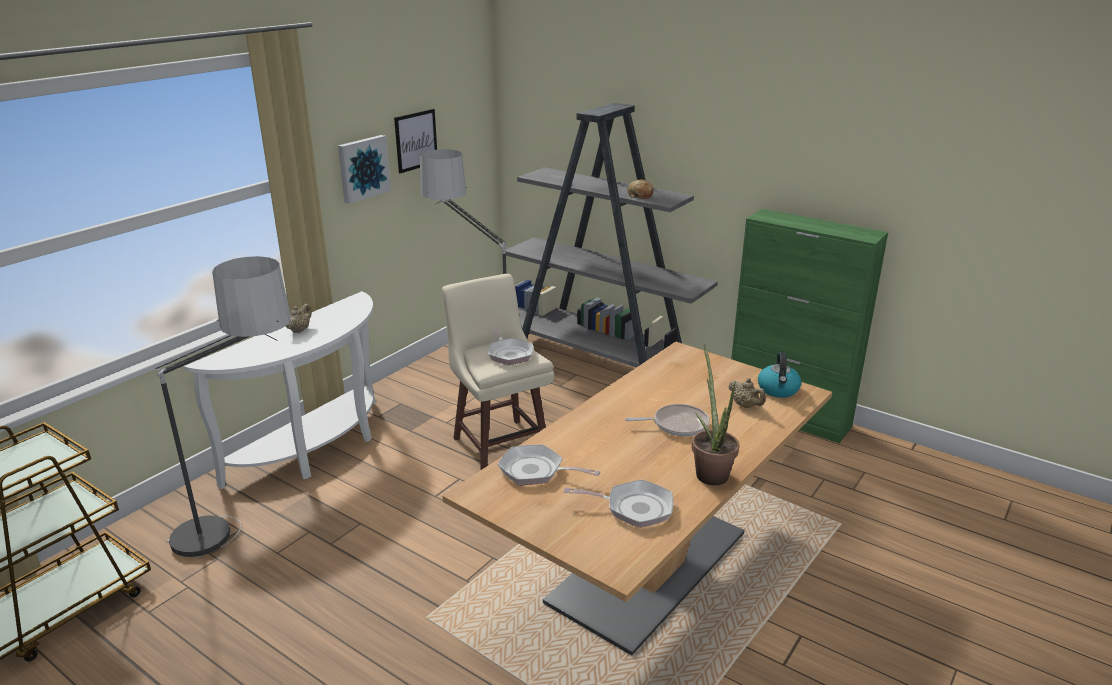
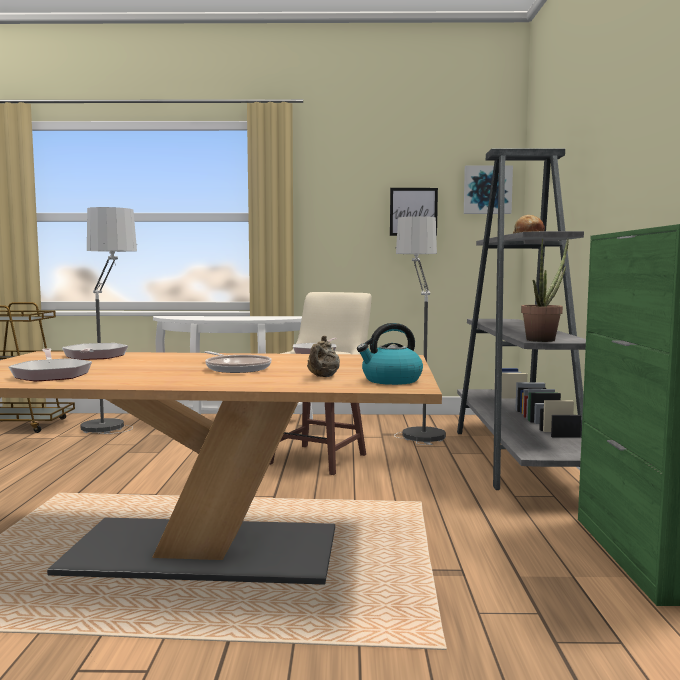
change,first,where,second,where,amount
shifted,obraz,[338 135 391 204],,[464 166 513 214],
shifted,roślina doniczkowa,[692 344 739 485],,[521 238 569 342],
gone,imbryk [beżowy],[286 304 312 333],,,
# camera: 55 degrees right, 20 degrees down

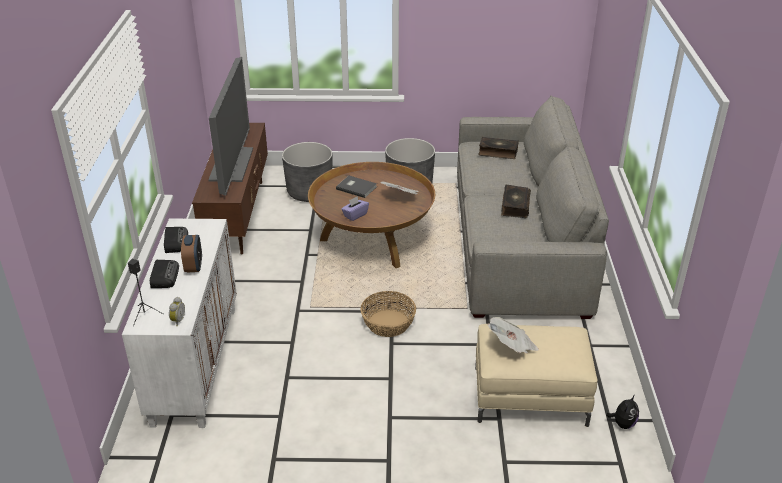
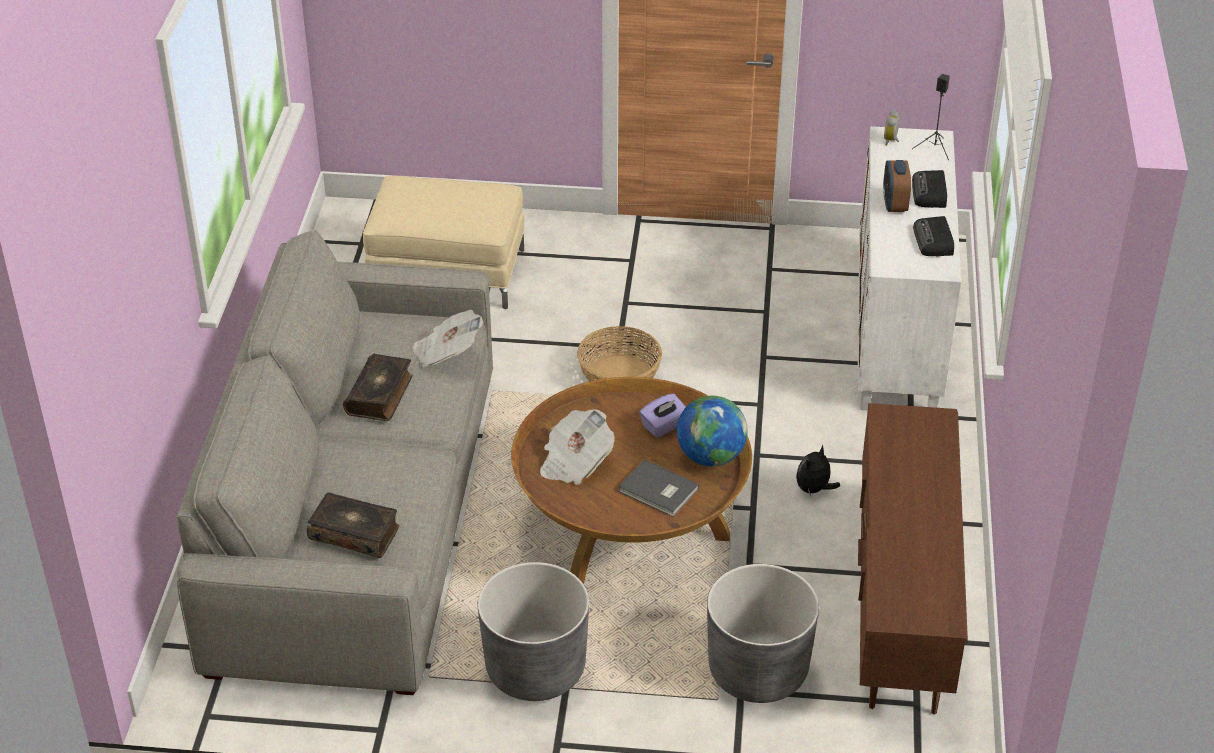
change,first,where,second,where,amount
shifted,gazeta,[487 317 539 353],,[412 310 483 368],
new,,,globus,[677 396 748 466],
shifted,pluszak,[606 395 639 429],,[796 445 840 497],
gone,telewizor,[208 57 253 196],,,
# camera: 175 degrees left, 5 degrees up

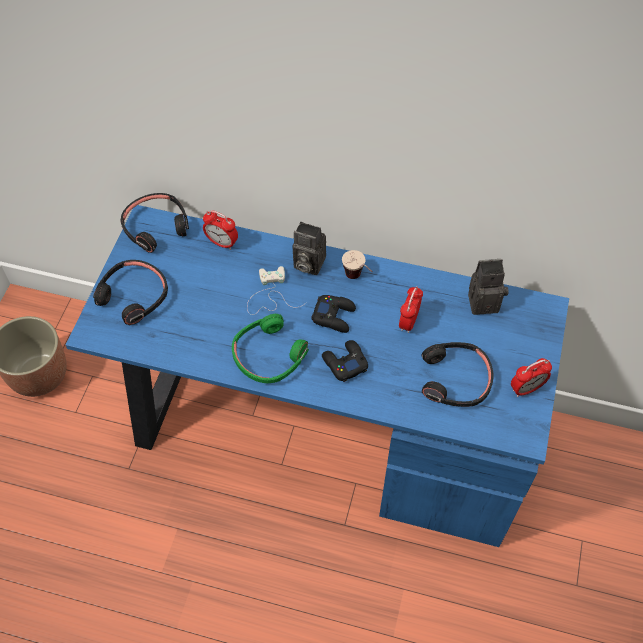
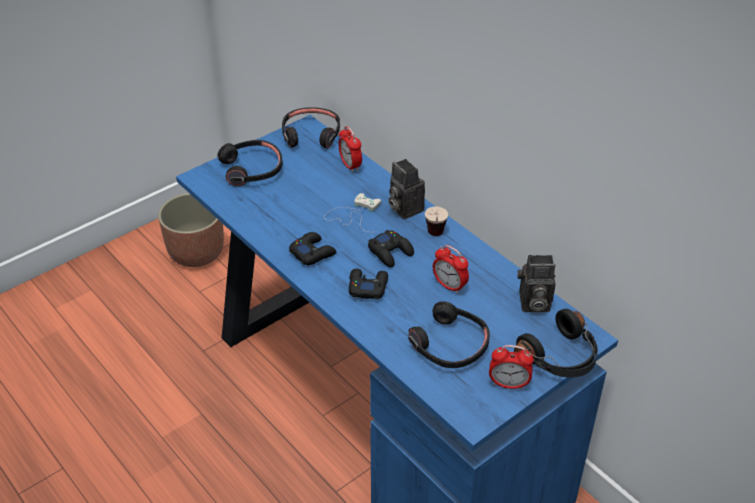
change,first,where,second,where,amount
swapped,słuchawki [zielony],[232 314 309 383],pad do gier [czarny],[289 232 336 265],
rotated,budzik,[399 286 423 333],,[432 245 469 294],105 degrees counterclockwise
new,,,słuchawki [czarny],[514 309 598 378],
rotated,aparat fotograficzny,[468 259 508 315],,[518 255 555 312],150 degrees clockwise
# camera: 35 degrees right, 15 degrees down

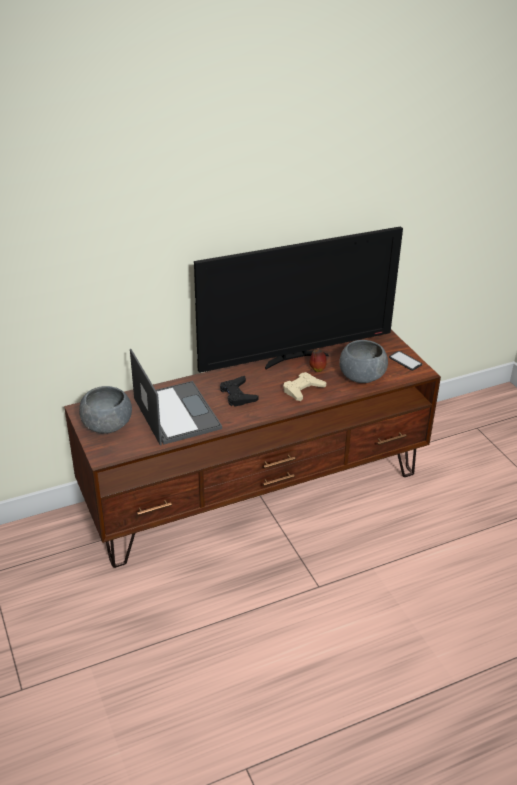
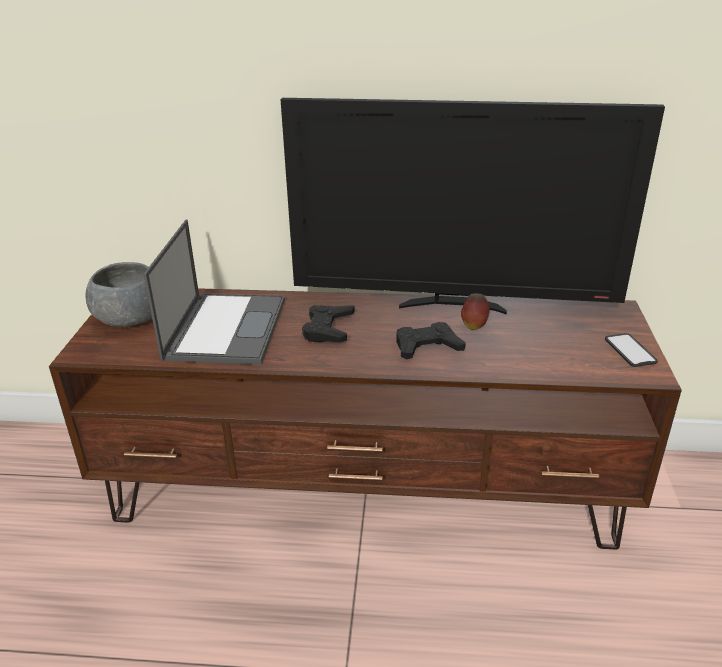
change,first,where,second,where,amount
repainted,pad do gier [beżowy],[283 372 326 401],pad do gier [czarny],[396 322 466 360],
gone,miska [szary],[339 340 388 383],,,
# camera: 30 degrees right, 5 degrees down

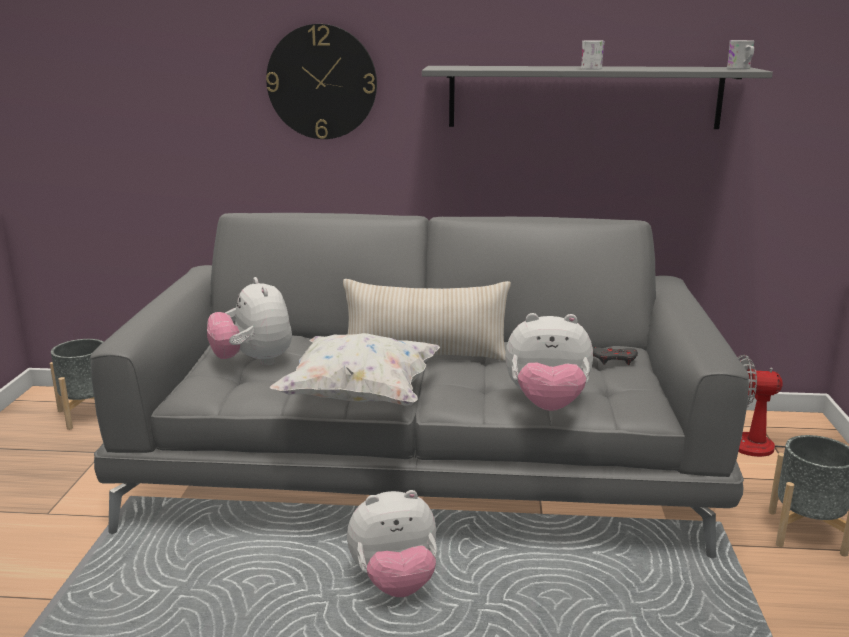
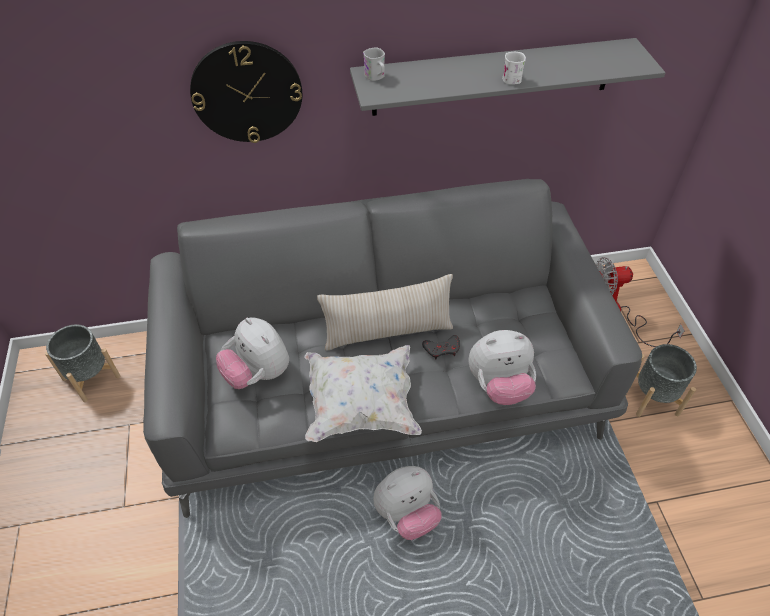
change,first,where,second,where,amount
shifted,kubek [biały],[727 40 754 69],,[363 47 385 81],
shifted,pad do gier [szary],[593 348 638 365],,[422 335 460 360],
# camera: 15 degrees left, 30 degrees up

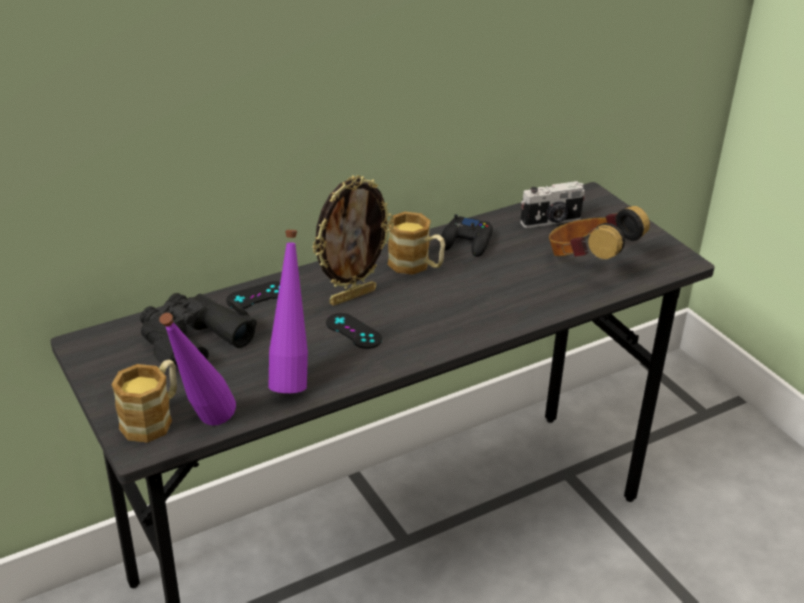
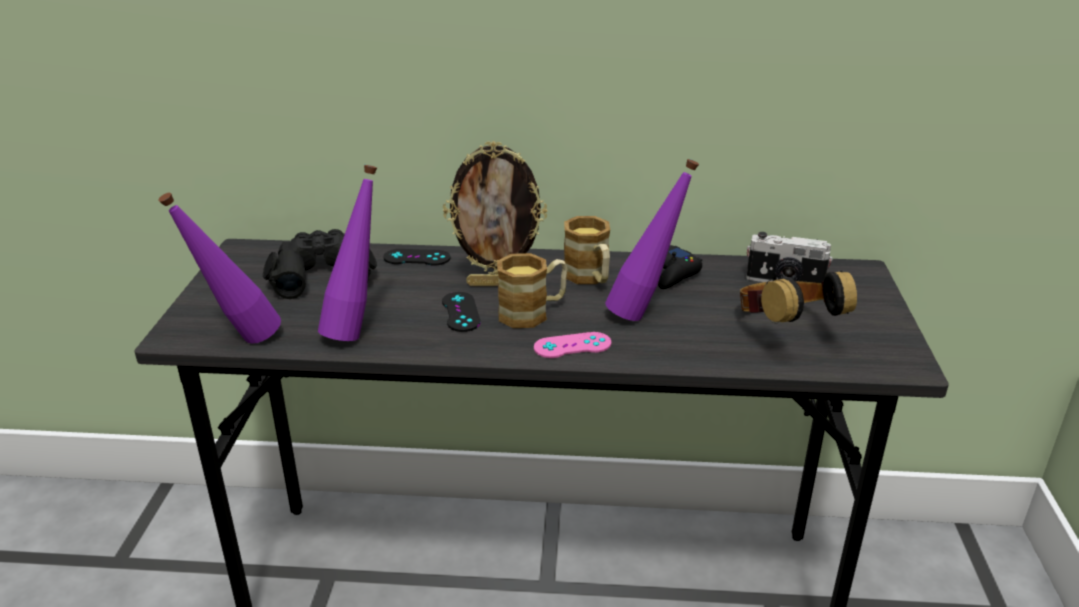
change,first,where,second,where,amount
shifted,kubek,[111 360 177 443],,[497 253 568 328],
new,,,pad do gier [różowy],[534 332 611 358],
new,,,butelka [fioletowy],[605 159 699 321],
# camera: 35 degrees right, 5 degrees down

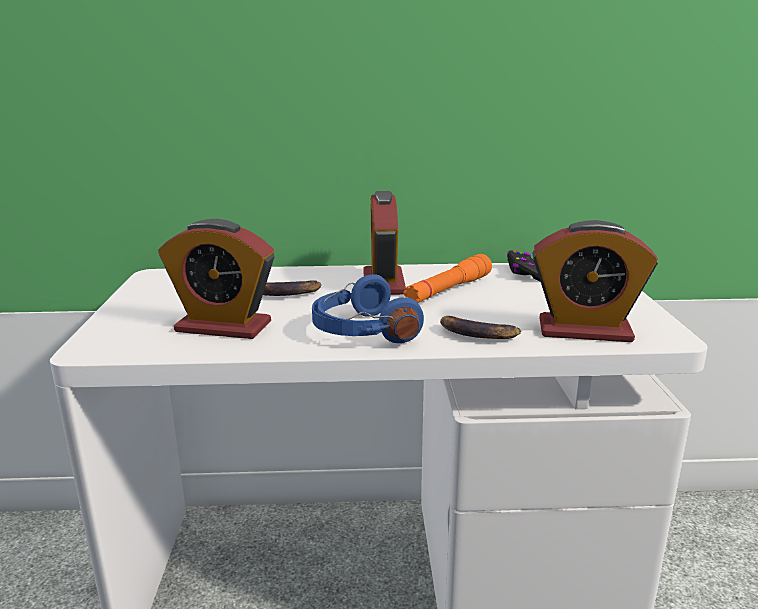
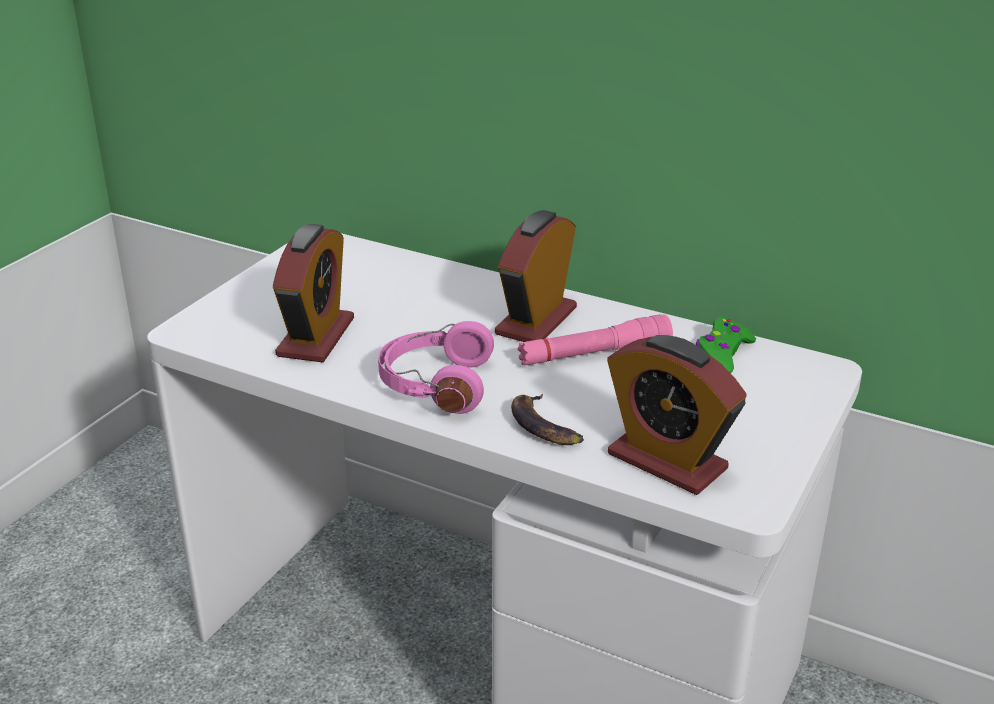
change,first,where,second,where,amount
rotated,budzik,[158 219 275 339],,[273 224 354 362],120 degrees counterclockwise
repainted,słuchawki [niebieski],[312 274 424 343],słuchawki [różowy],[378 321 494 414],
repainted,latarka [pomarańczowy],[403 254 492 303],latarka [różowy],[518 314 673 365],
repainted,pad do gier [czarny],[507 250 540 281],pad do gier [zielony],[696 317 756 373],
gone,banan,[263 280 322 296],,,
# camera: 30 degrees right, 10 degrees up

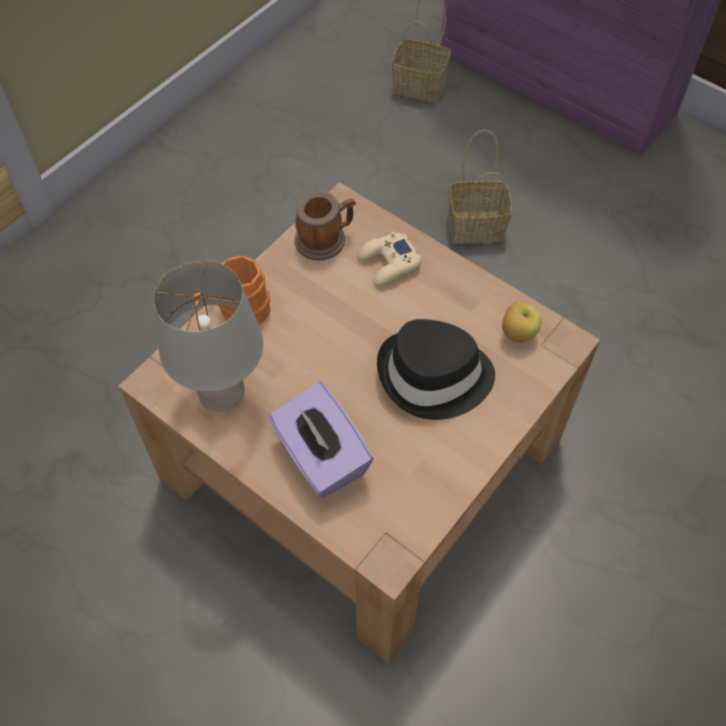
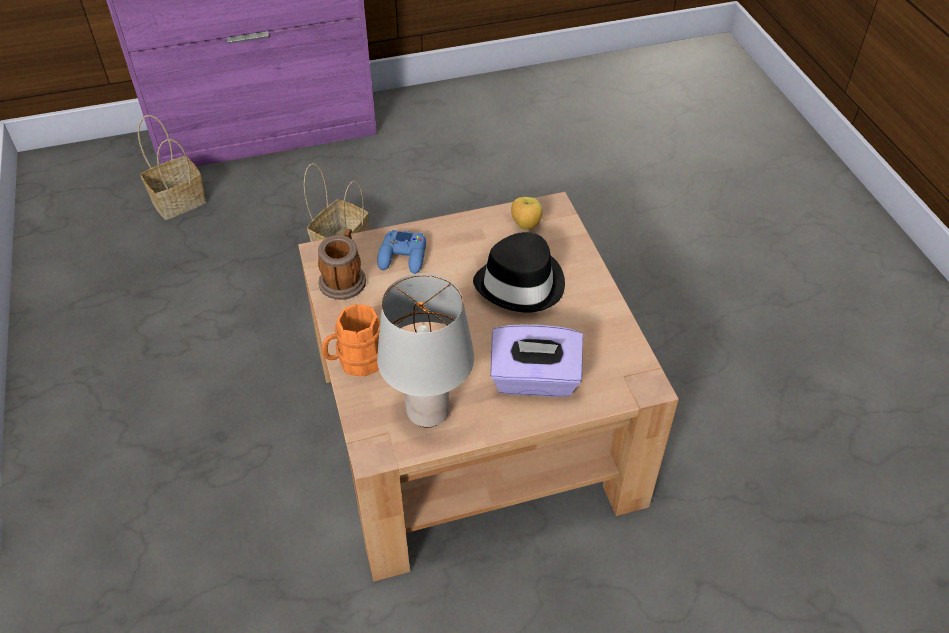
change,first,where,second,where,amount
repainted,pad do gier [beżowy],[357 231 422 287],pad do gier [niebieski],[377 230 426 274],
# camera: 55 degrees left, 10 degrees down

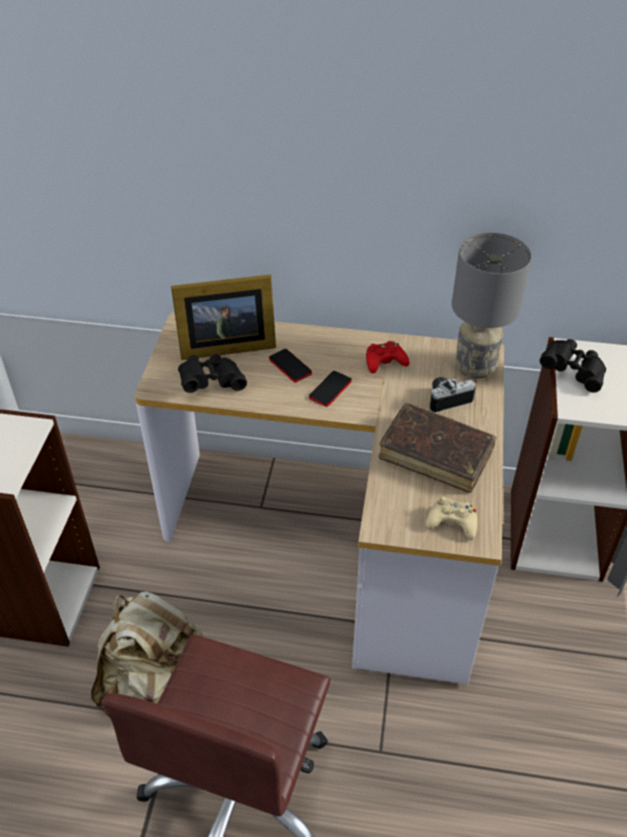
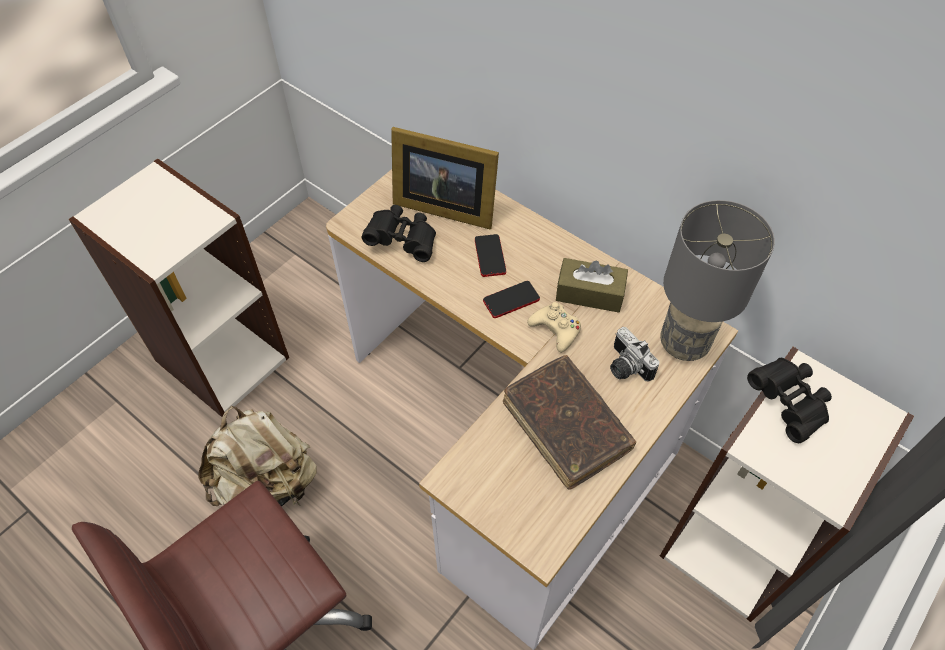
change,first,where,second,where,amount
shifted,pad do gier [beżowy],[425 497 477 540],,[527 302 581 353],
swapped,pad do gier [czerwony],[366 341 409 373],pudełko chusteczek [brązowy],[556 258 628 313],
rotated,aparat fotograficzny,[430 377 476 413],,[610 327 659 381],135 degrees counterclockwise
# camera: 30 degrees right, 10 degrees up

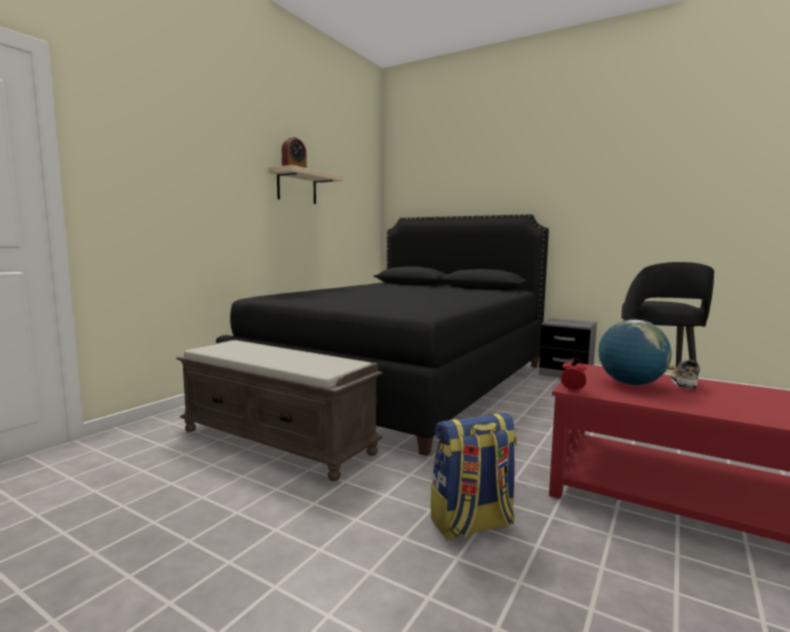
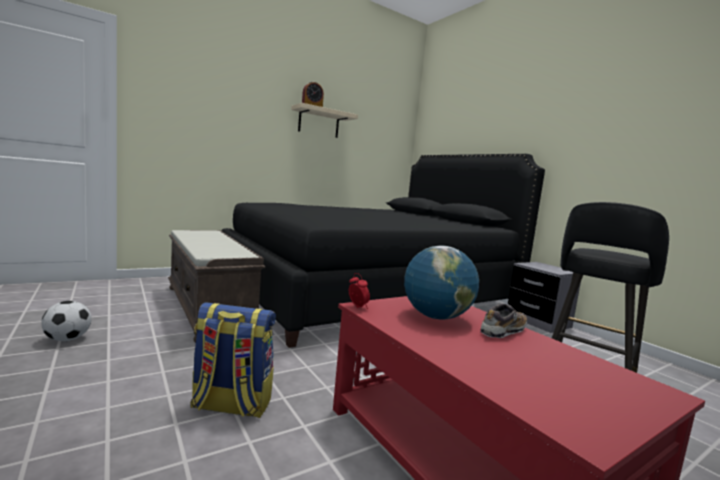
change,first,where,second,where,amount
new,,,piłka futbolowa,[41 301 91 341],
# camera: 25 degrees right, 0 degrees up

